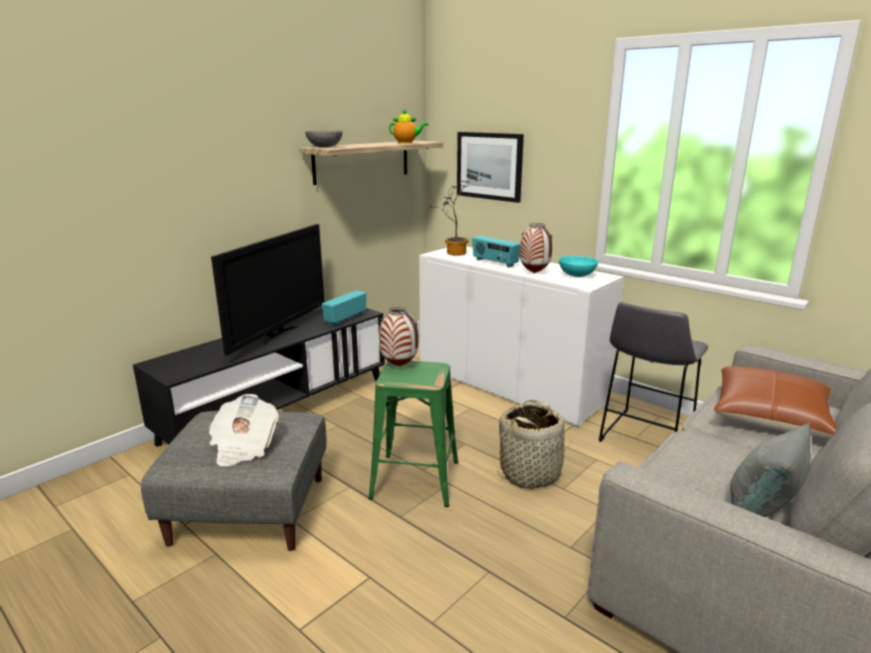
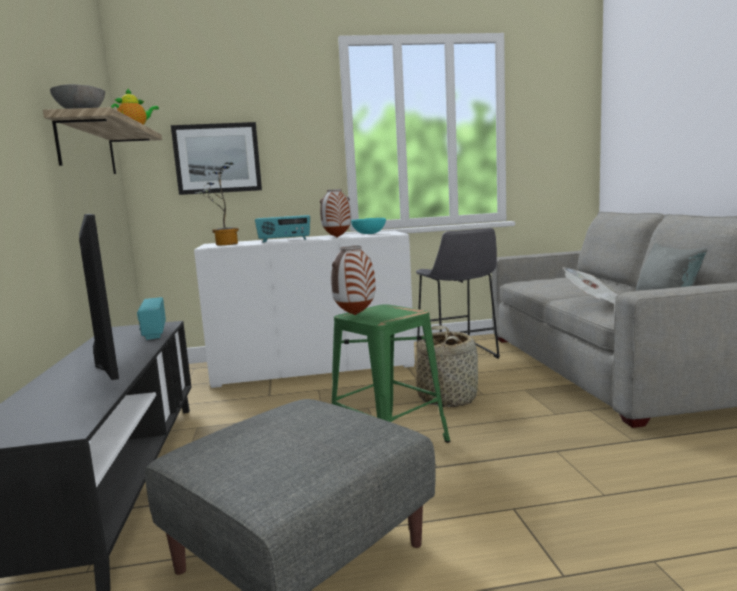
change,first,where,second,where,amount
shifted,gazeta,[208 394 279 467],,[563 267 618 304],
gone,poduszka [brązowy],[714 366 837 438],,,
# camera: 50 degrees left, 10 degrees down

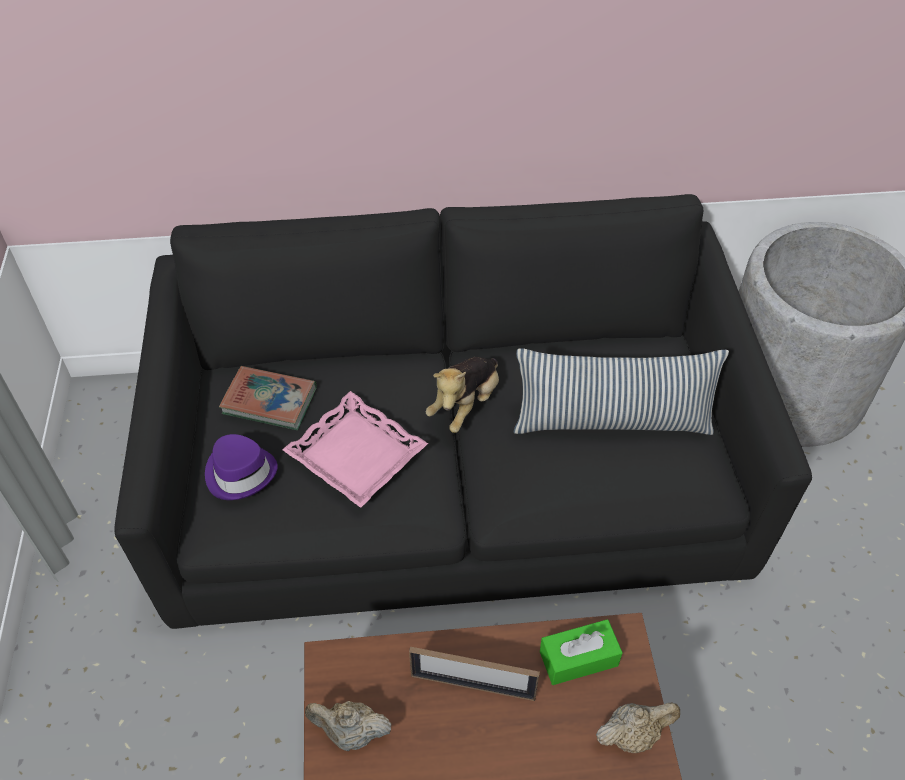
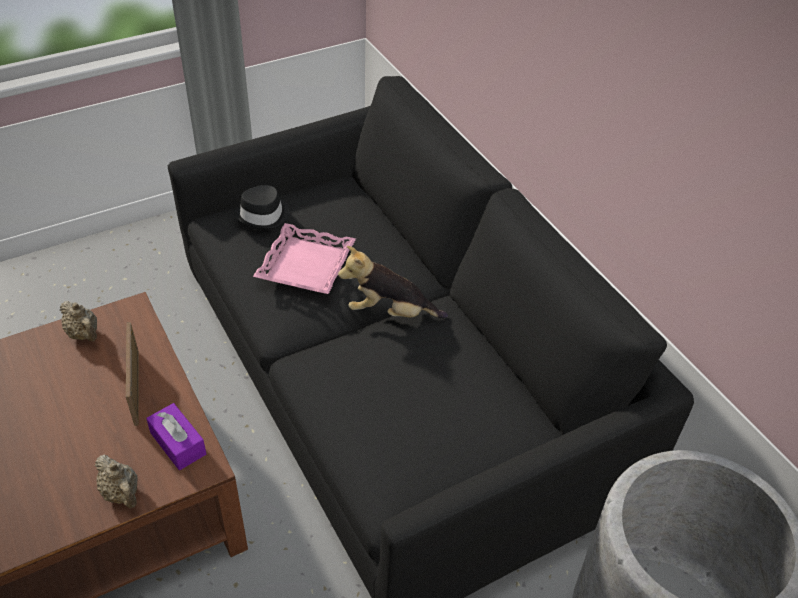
change,first,where,second,where,amount
rotated,imbryk [beżowy],[305 701 391 751],,[60 300 97 341],150 degrees clockwise
repainted,pudełko chusteczek [zielony],[540 619 623 685],pudełko chusteczek [fioletowy],[146 403 206 470],
repainted,kapelusz [fioletowy],[205 434 278 500],kapelusz [czarny],[234 185 290 230],
gone,książka,[219 366 317 430],,,
gone,poduszka,[514 348 729 435],,,
# camera: 65 degrees right, 5 degrees down

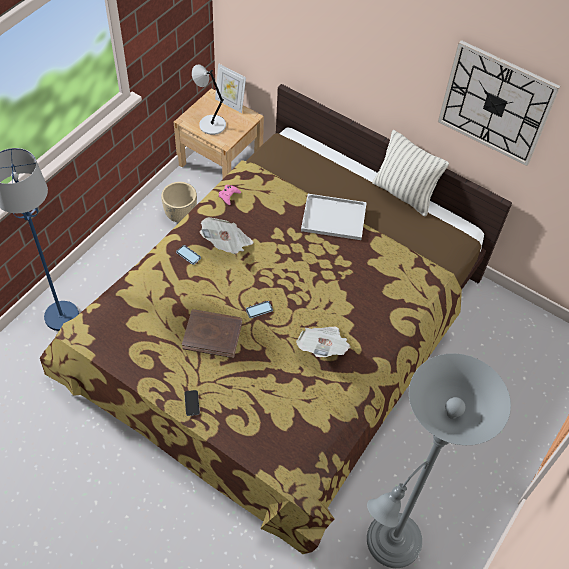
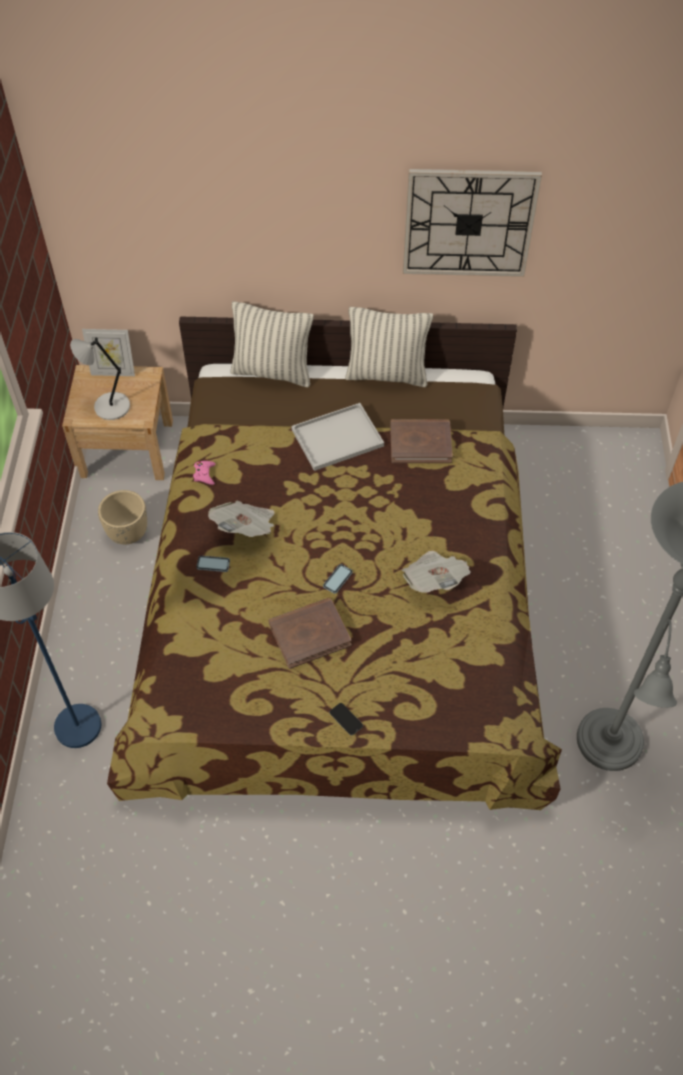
change,first,where,second,where,amount
new,,,poduszka,[230 301 314 387],
new,,,książka [brązowy],[390 419 453 463],
# camera: 30 degrees left, 0 degrees up

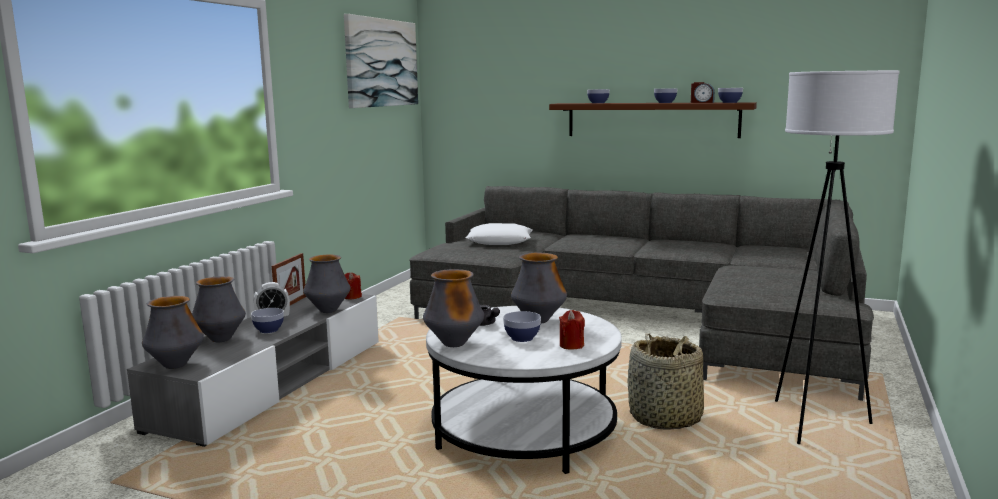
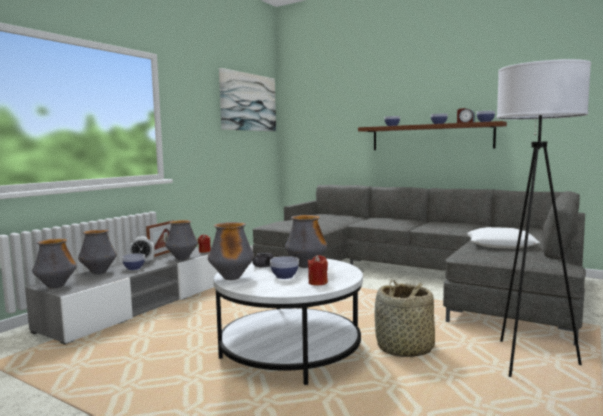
change,first,where,second,where,amount
shifted,poduszka [biały],[465 223 533 245],,[467 227 540 249],
# camera: 10 degrees right, 5 degrees down

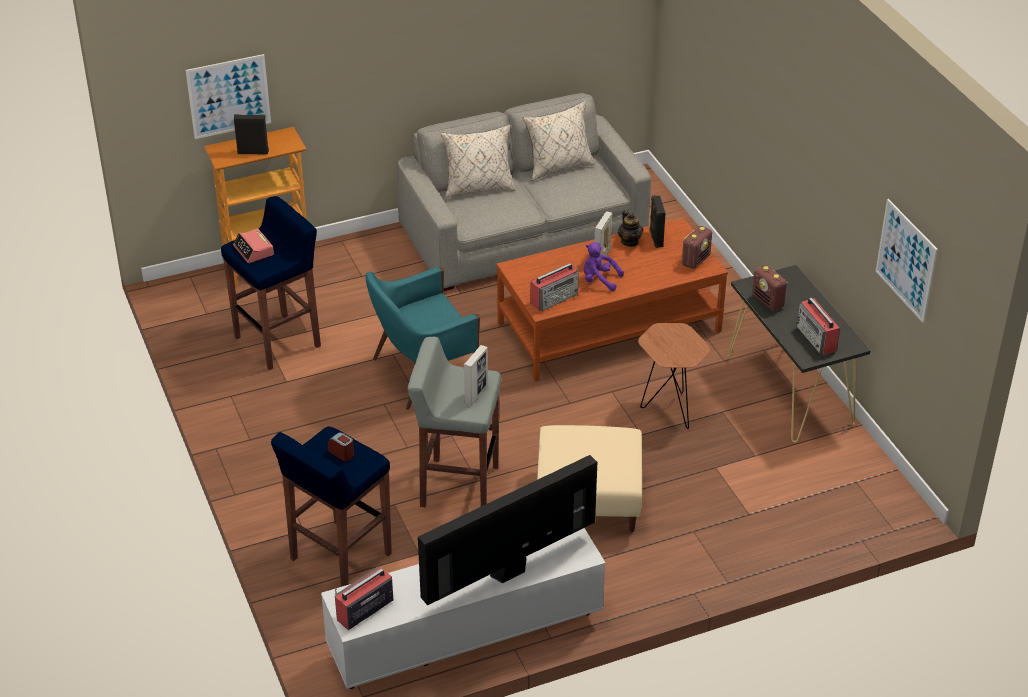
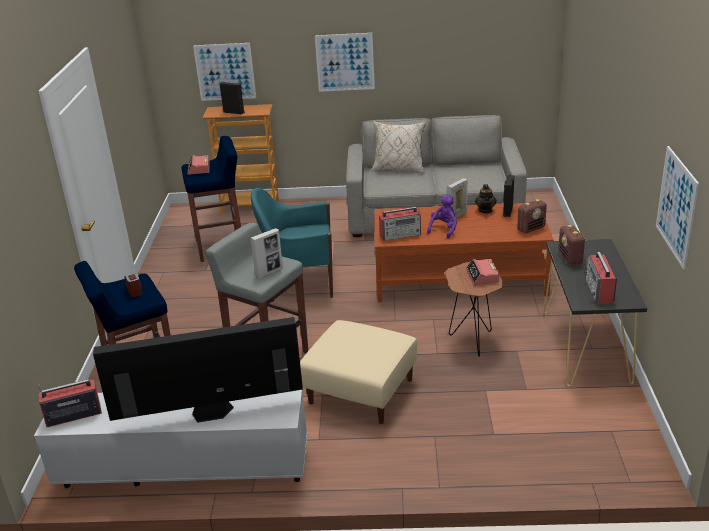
change,first,where,second,where,amount
new,,,obraz,[315 33 375 92],
rotated,pluszak [fioletowy],[584 242 624 291],,[427 194 457 239],75 degrees clockwise
new,,,budzik,[466 259 499 285],
gone,poduszka [beżowy],[523 101 595 181],,,
# camera: 25 degrees right, 10 degrees down

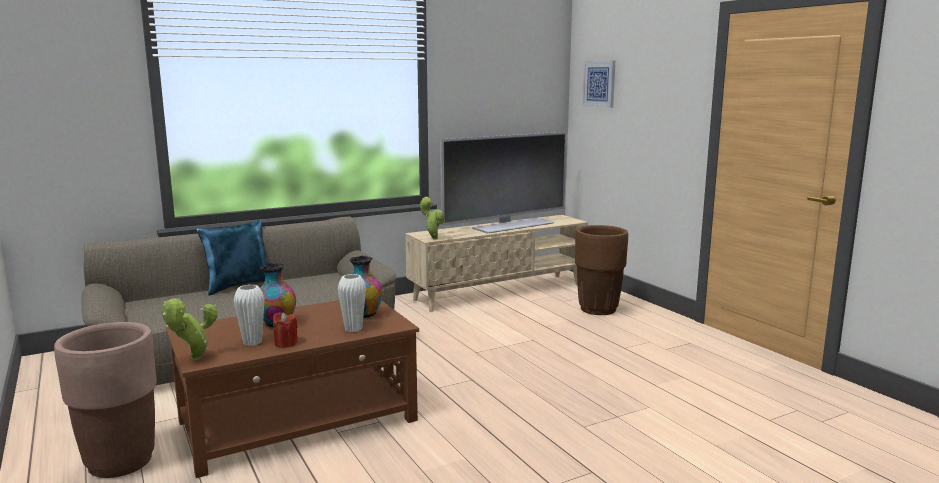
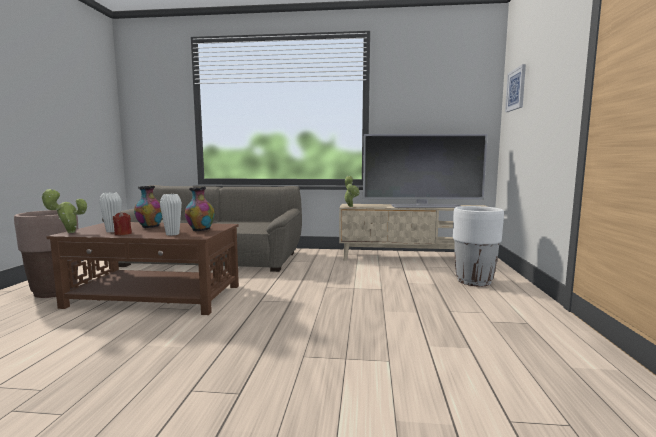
change,first,where,second,where,amount
repainted,donica [brązowy],[575 225 628 315],donica [biały],[453 206 504 287],
gone,poduszka [niebieski],[196 219 268 295],,,
# camera: 35 degrees right, 5 degrees down

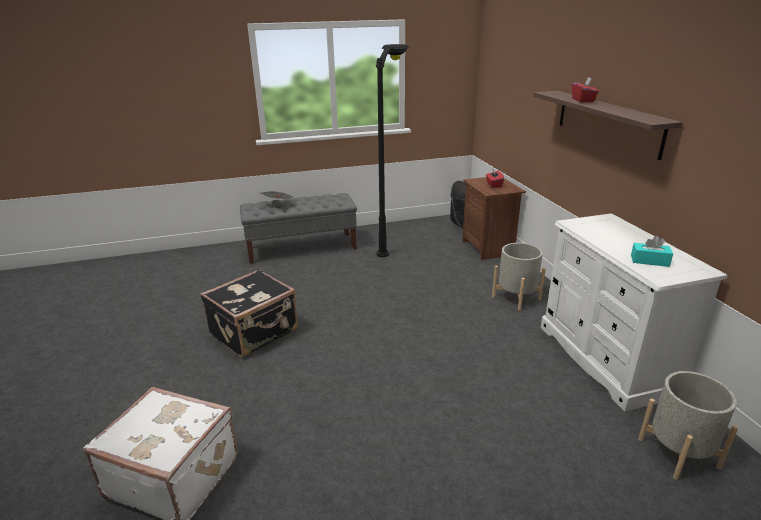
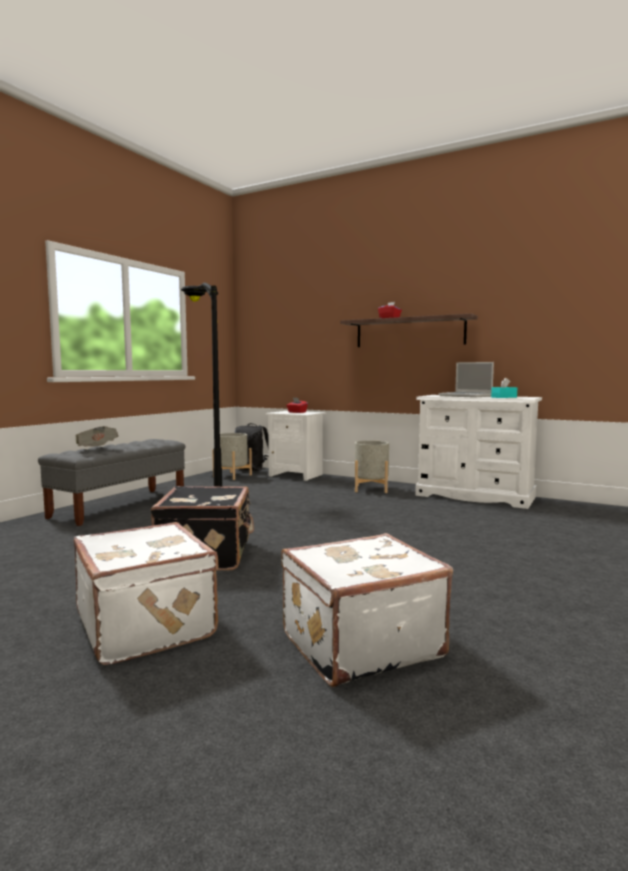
change,first,where,second,where,amount
new,,,walizka [biały],[74 522 218 665],
shifted,donica [szary],[638 371 738 480],,[212 433 252 480],
repainted,szafka nocna [brązowy],[462 177 526 260],szafka nocna [biały],[265 411 326 481],
new,,,laptop,[438 362 494 398],
# camera: 45 degrees left, 20 degrees down

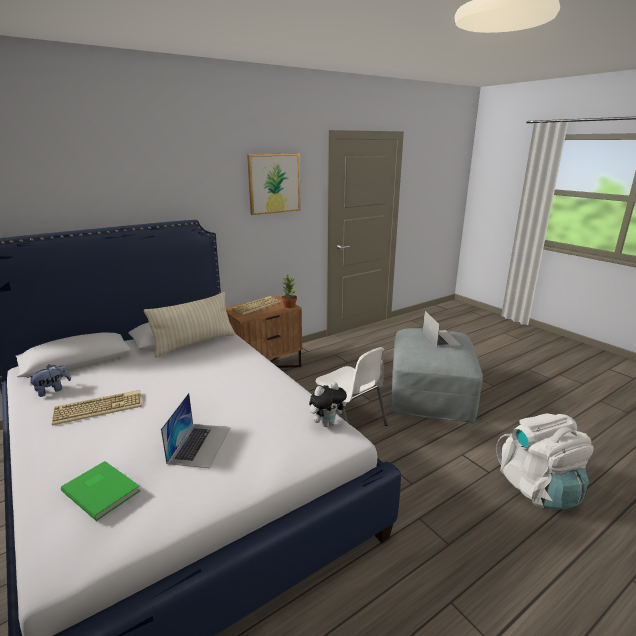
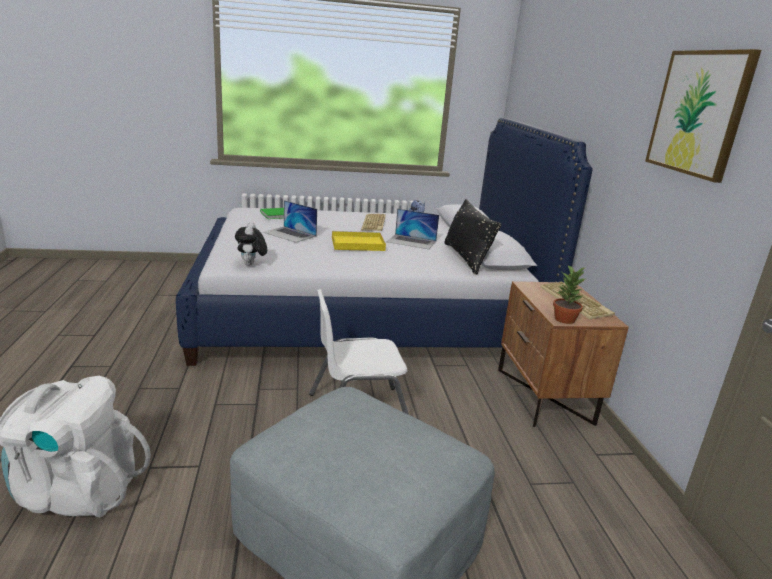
change,first,where,second,where,amount
new,,,taca [żółty],[332 231 386 251],
shifted,laptop,[423 311 462 347],,[387 208 439 249],
repainted,poduszka [beżowy],[144 292 235 358],poduszka [czarny],[444 199 502 275],
# camera: 115 degrees right, 0 degrees up

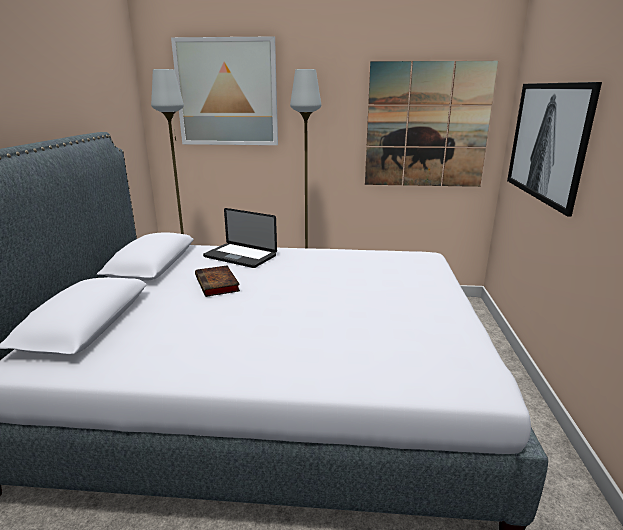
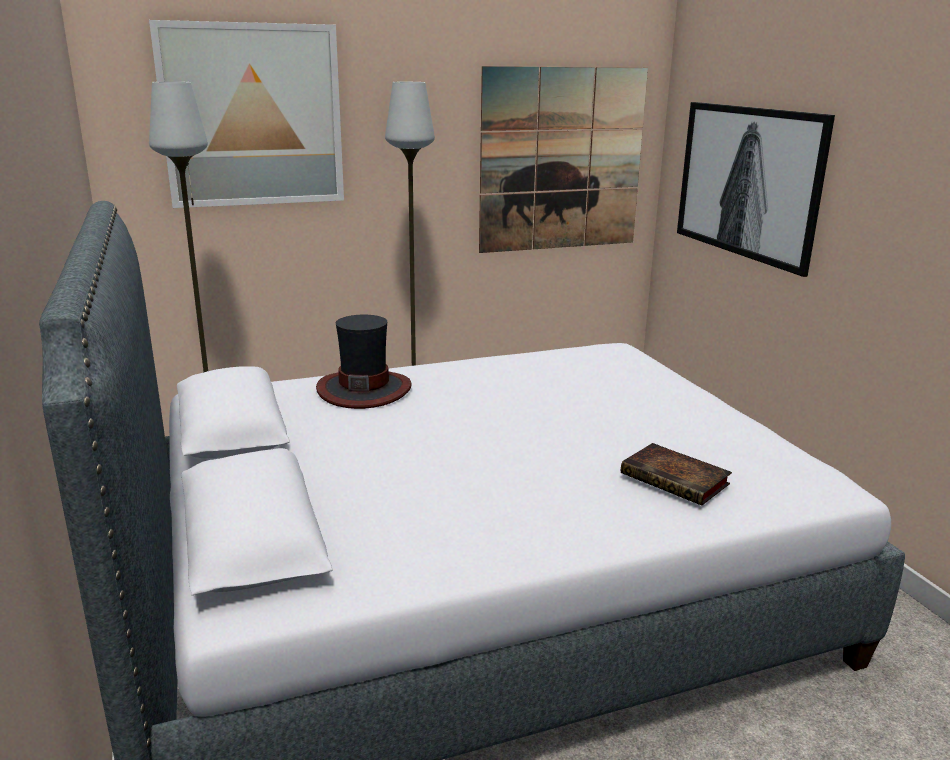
change,first,where,second,where,amount
swapped,laptop,[203 208 277 268],kapelusz,[316 315 412 409],
shifted,książka,[195 265 240 297],,[621 443 732 506],
# camera: 25 degrees left, 0 degrees up

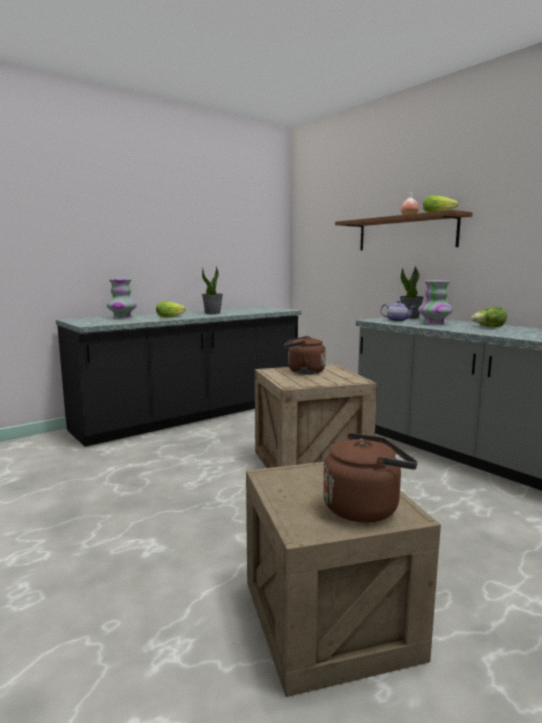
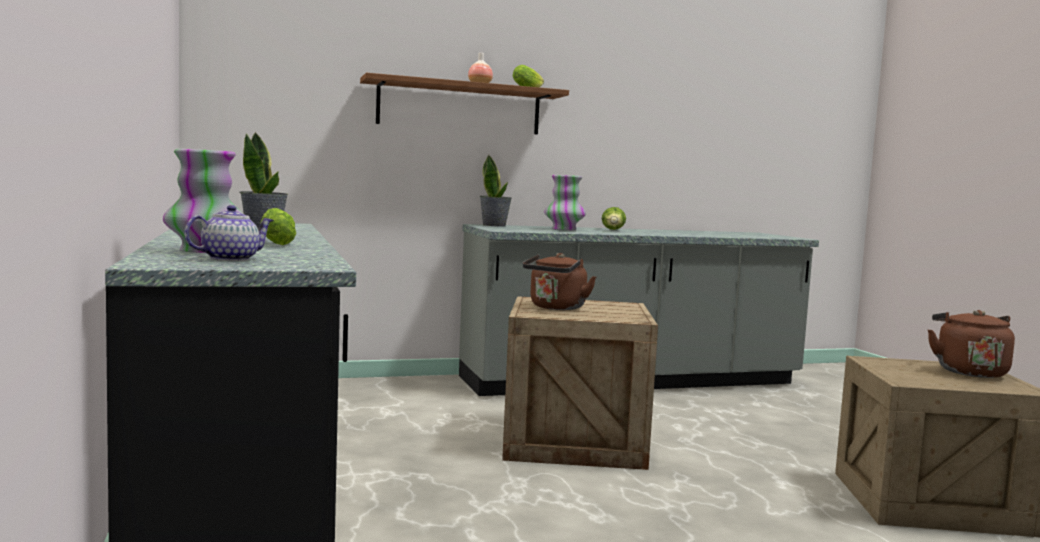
change,first,where,second,where,amount
shifted,imbryk,[380 300 416 322],,[184 205 274 261],
# camera: 70 degrees left, 5 degrees down

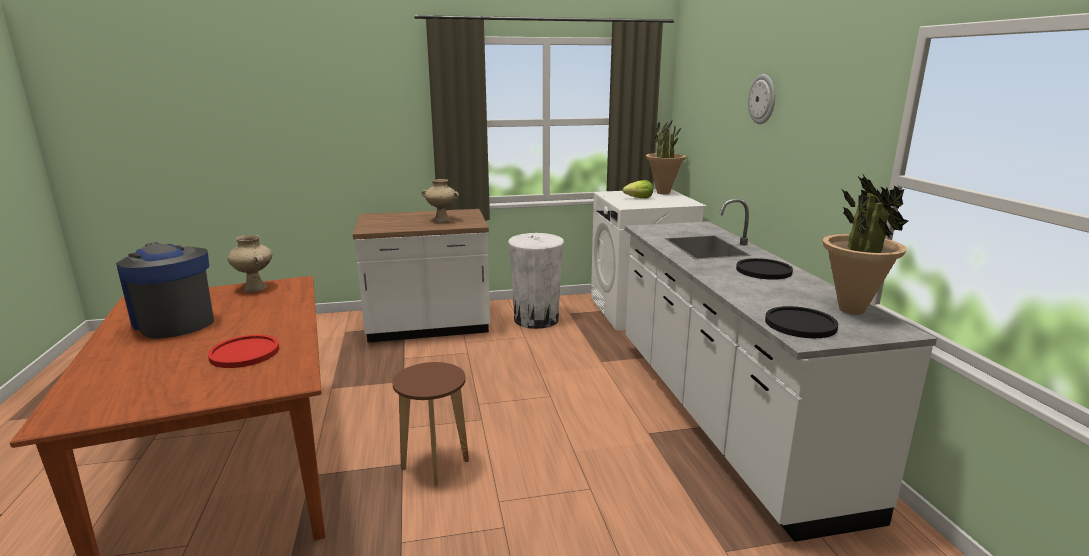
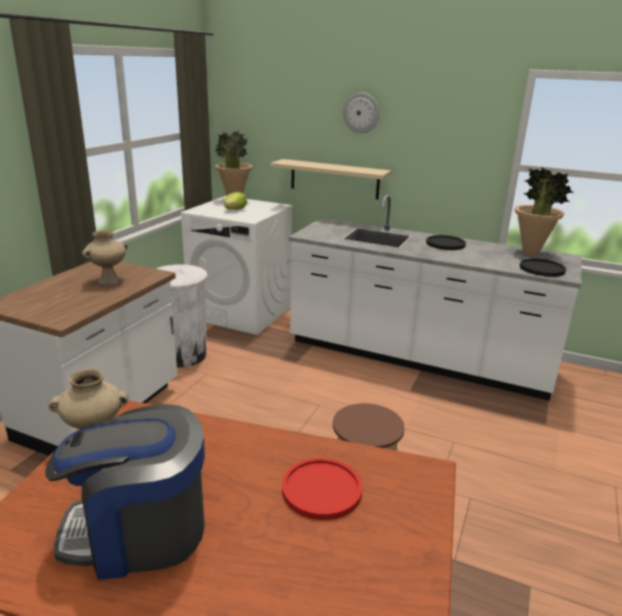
change,first,where,second,where,amount
new,,,półka [beżowy],[270 159 392 199],
# camera: 55 degrees left, 5 degrees up

